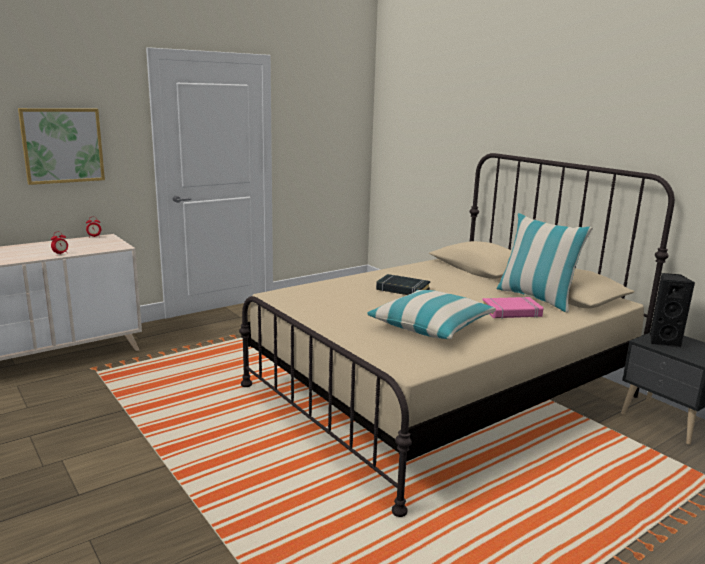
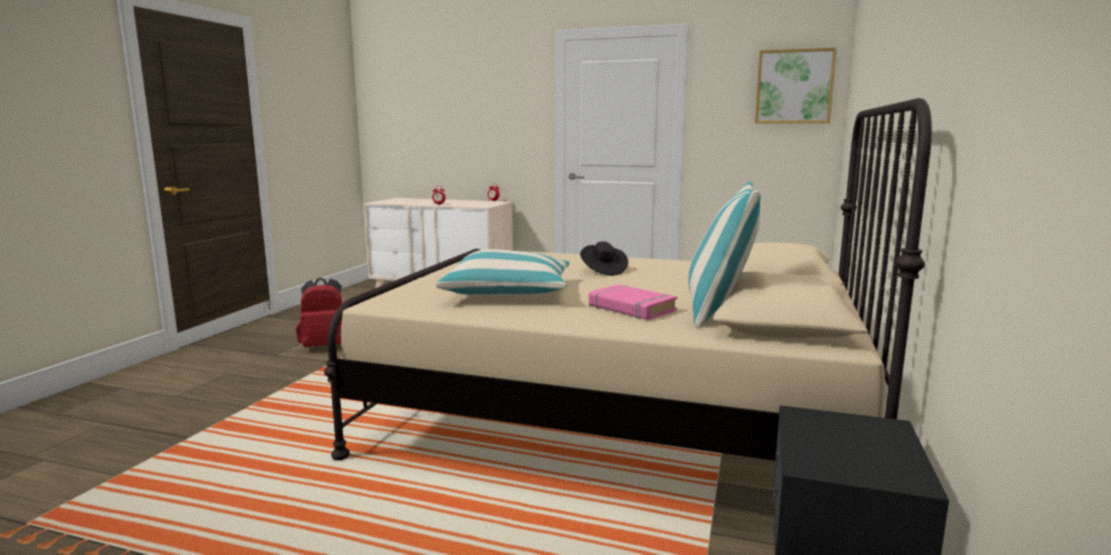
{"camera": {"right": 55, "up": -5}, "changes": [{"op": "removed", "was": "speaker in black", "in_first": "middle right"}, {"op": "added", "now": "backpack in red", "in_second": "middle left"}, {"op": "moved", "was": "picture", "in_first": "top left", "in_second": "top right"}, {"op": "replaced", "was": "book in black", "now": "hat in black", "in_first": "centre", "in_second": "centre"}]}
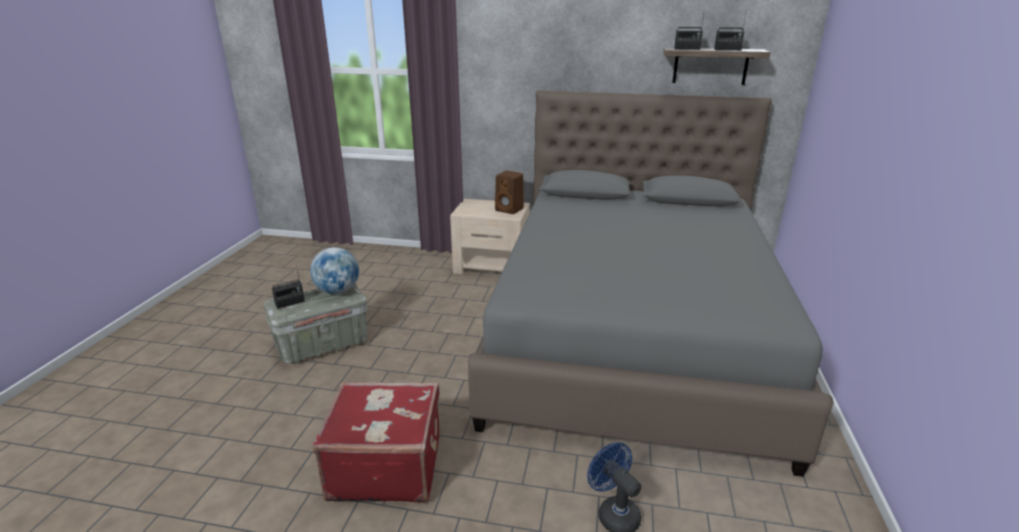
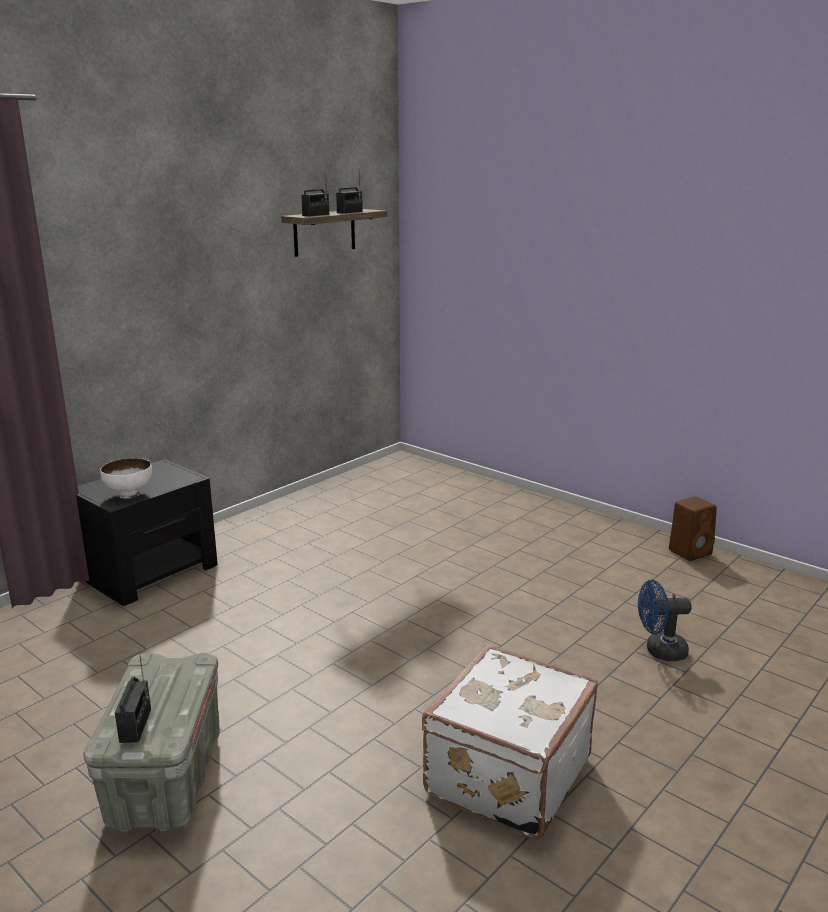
{"camera": {"right": -60, "up": -5}, "changes": [{"op": "removed", "was": "globe", "in_first": "middle left"}, {"op": "removed", "was": "bed in grey", "in_first": "centre"}, {"op": "added", "now": "bowl in white", "in_second": "middle left"}, {"op": "moved", "was": "speaker in brown", "in_first": "centre", "in_second": "middle right"}, {"op": "recoloured", "was": "suitcase in red", "now": "suitcase in white", "in_first": "bottom centre", "in_second": "bottom centre"}, {"op": "recoloured", "was": "nightstand in beige", "now": "nightstand in black", "in_first": "centre", "in_second": "middle left"}]}
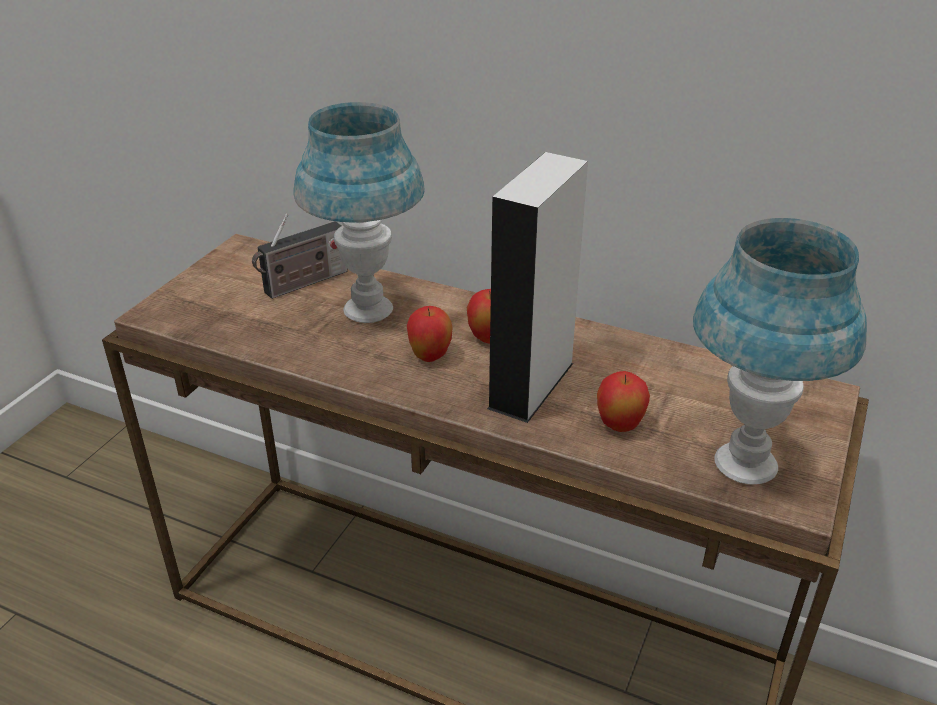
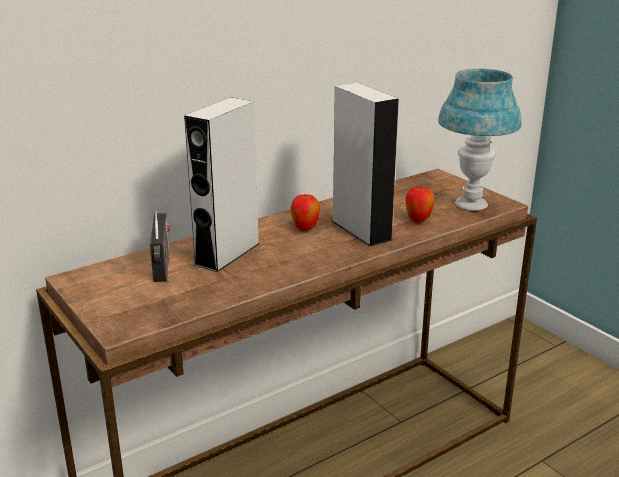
{"camera": {"right": -60, "up": -10}, "changes": [{"op": "removed", "was": "apple (1st from left)", "in_first": "centre"}, {"op": "replaced", "was": "table lamp in blue (1st from left)", "now": "speaker in grey (1st from left)", "in_first": "top centre", "in_second": "centre"}]}
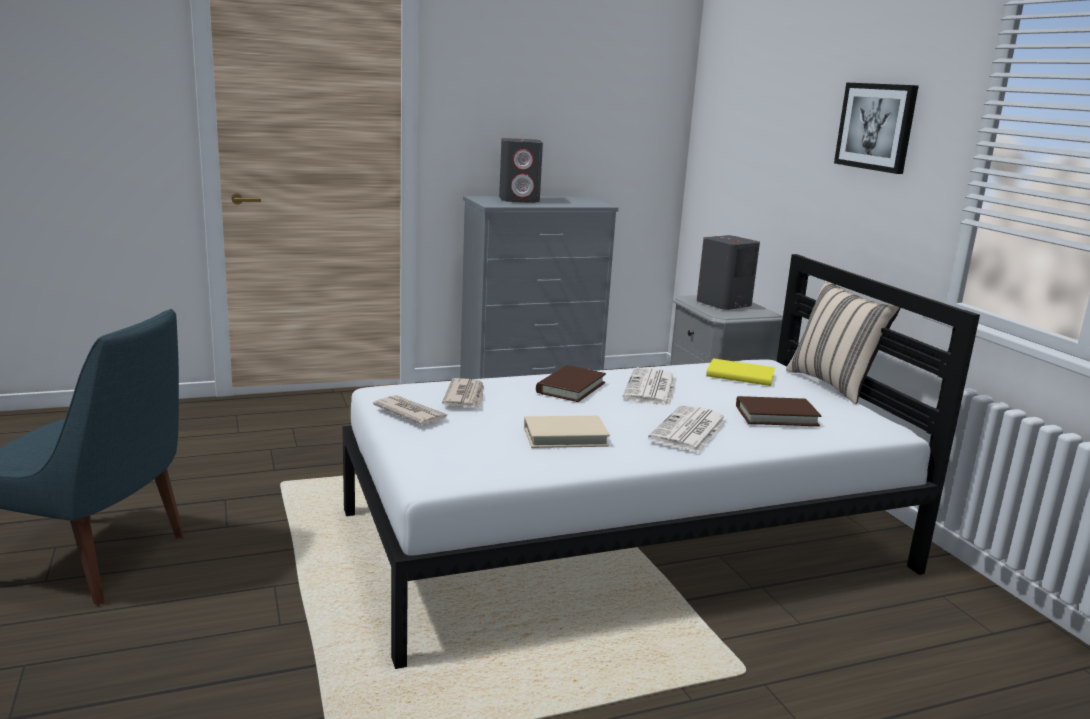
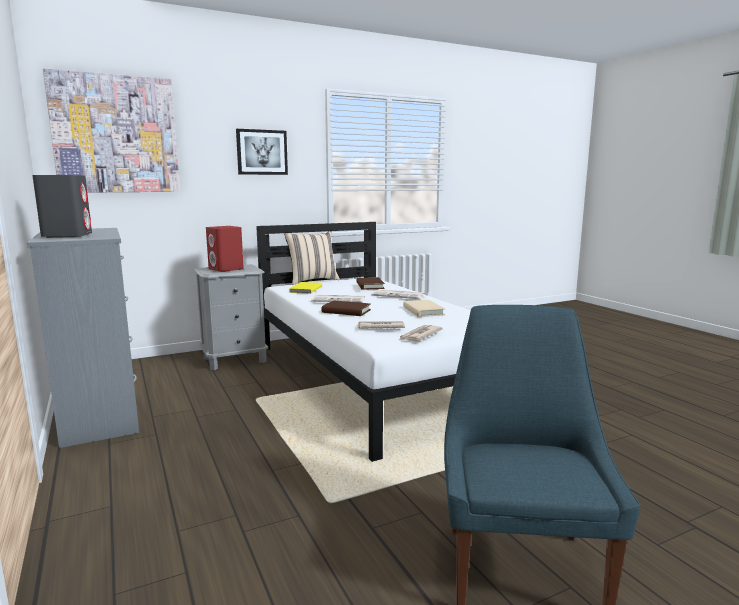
{"camera": {"right": -95, "up": -5}, "changes": [{"op": "added", "now": "picture (1st from left)", "in_second": "top left"}, {"op": "recoloured", "was": "speaker in grey (2nd from left)", "now": "speaker in red", "in_first": "middle right", "in_second": "middle left"}]}
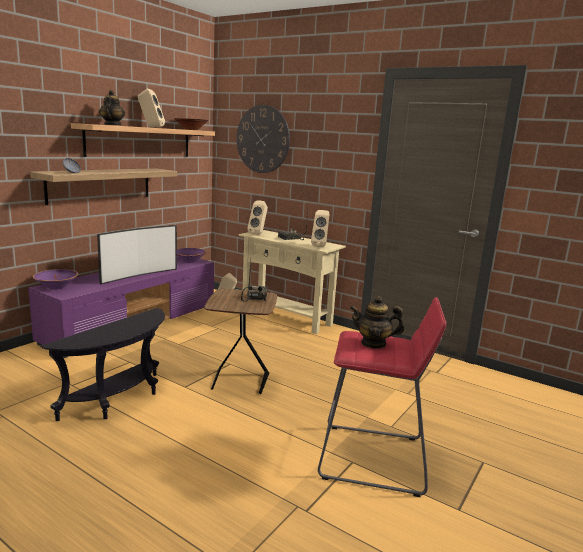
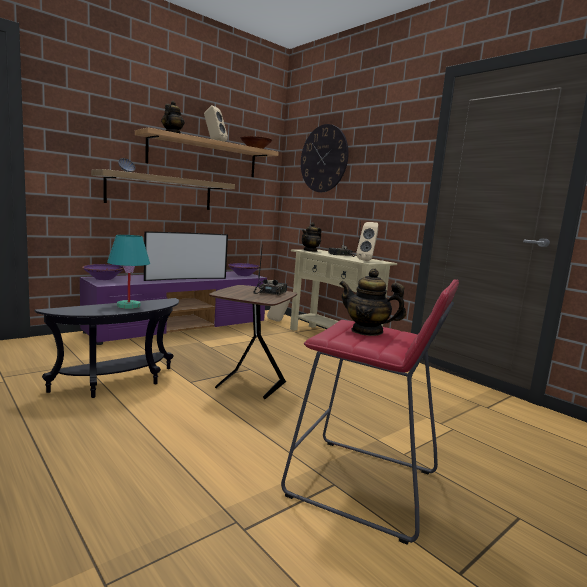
{"camera": {"right": 15, "up": -5}, "changes": [{"op": "added", "now": "table lamp in turquoise", "in_second": "middle left"}, {"op": "replaced", "was": "speaker in beige (3rd from left)", "now": "teapot (2nd from left)", "in_first": "centre", "in_second": "centre"}]}
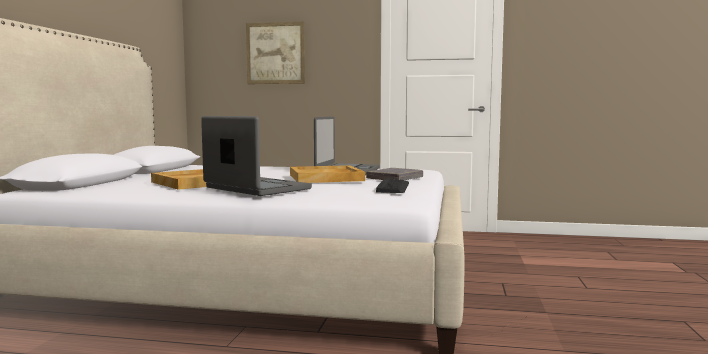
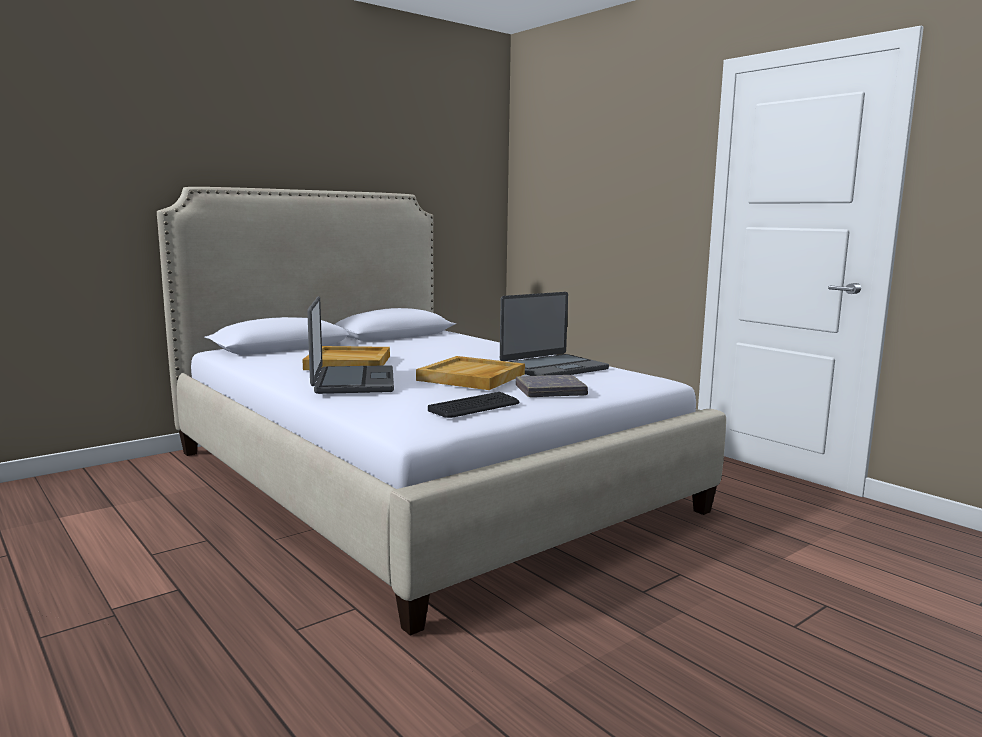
{"camera": {"right": 40, "up": 5}, "changes": [{"op": "removed", "was": "picture", "in_first": "top centre"}]}
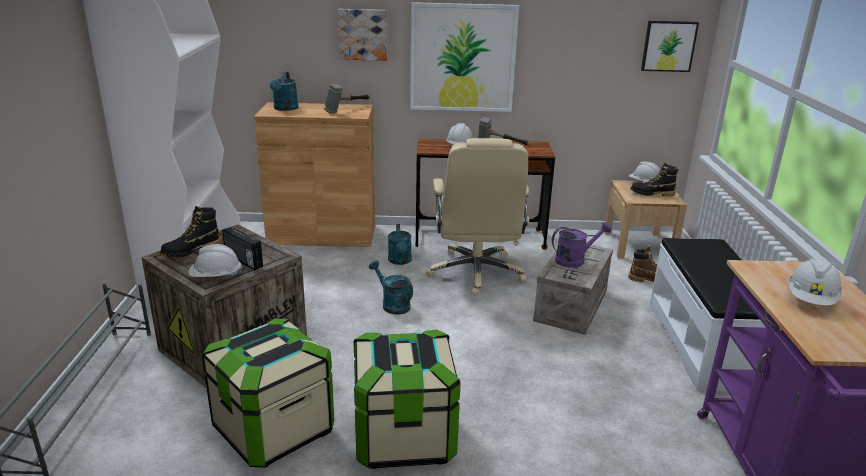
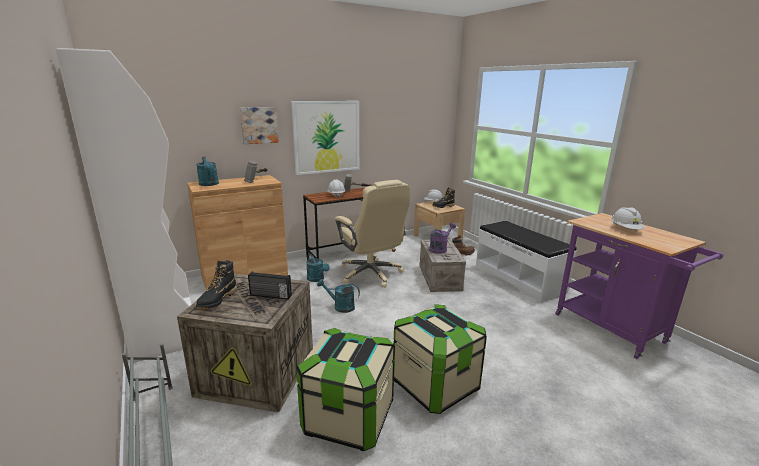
{"camera": {"right": -30, "up": -5}, "changes": [{"op": "removed", "was": "hard hat in white (1st from left)", "in_first": "middle left"}, {"op": "removed", "was": "picture (3rd from left)", "in_first": "top right"}]}
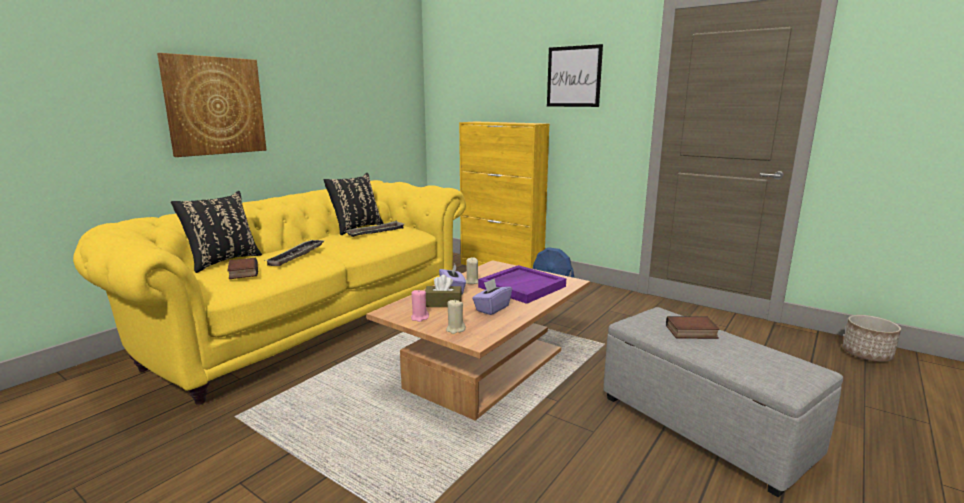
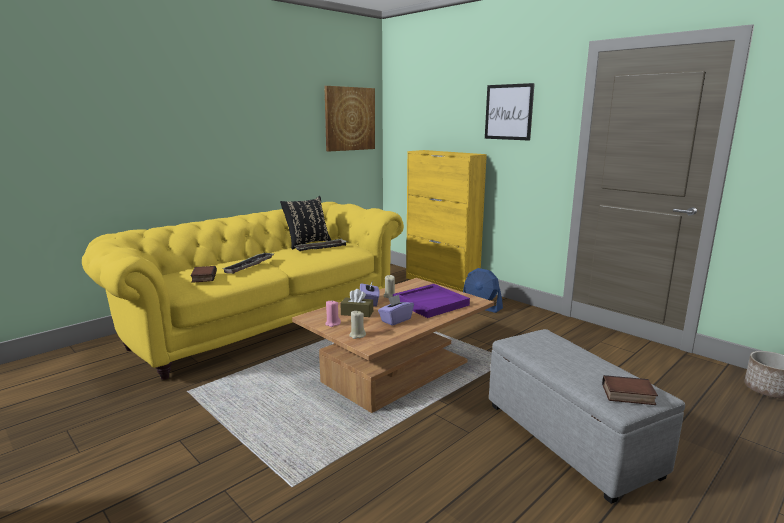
{"camera": {"right": 10, "up": 0}, "changes": [{"op": "removed", "was": "pillow in black (1st from left)", "in_first": "middle left"}, {"op": "moved", "was": "picture (1st from left)", "in_first": "top left", "in_second": "top centre"}, {"op": "moved", "was": "book (2nd from left)", "in_first": "middle right", "in_second": "bottom right"}]}
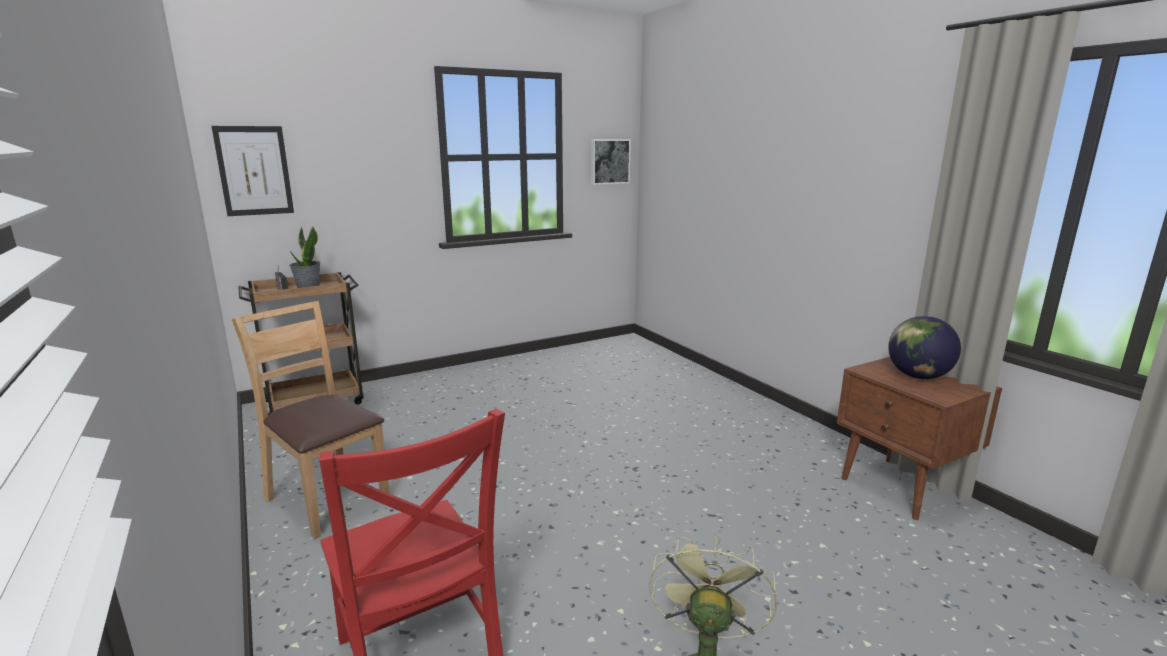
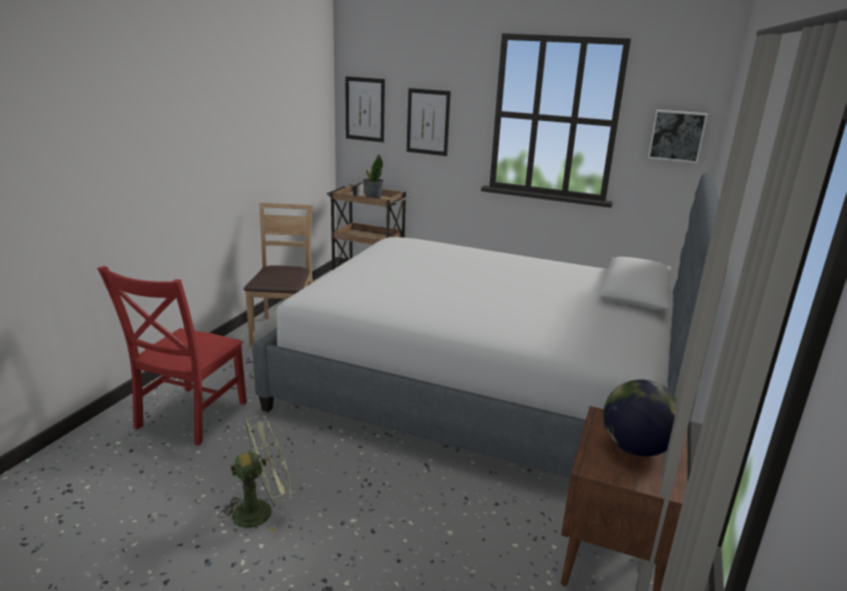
{"camera": {"right": 50, "up": 5}, "changes": [{"op": "added", "now": "bed", "in_second": "centre"}, {"op": "added", "now": "picture (2nd from left)", "in_second": "top centre"}]}
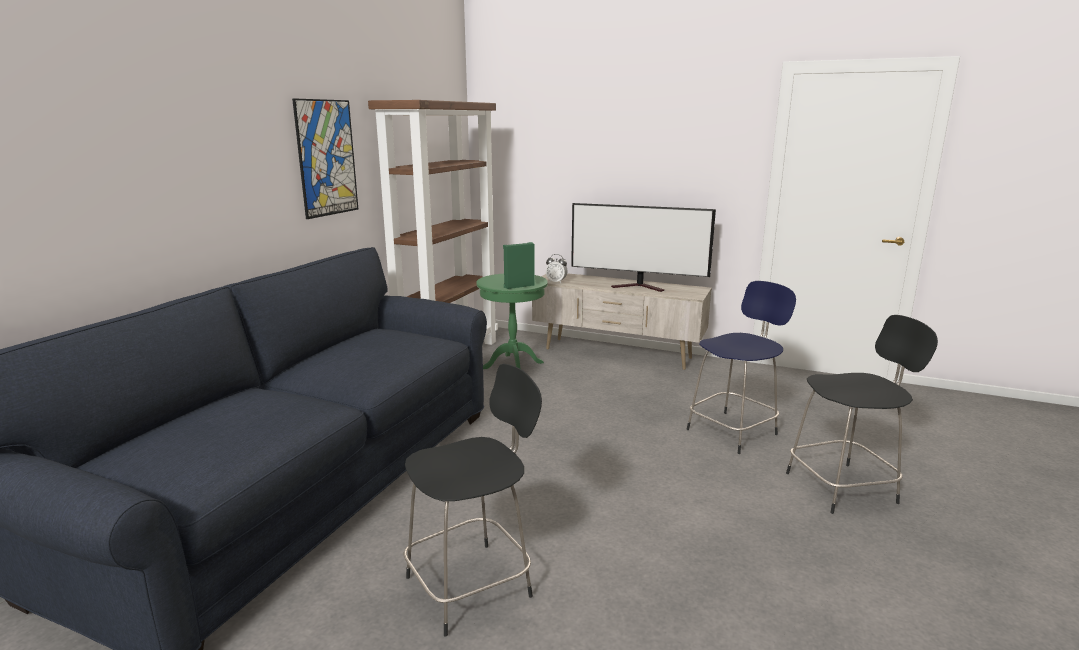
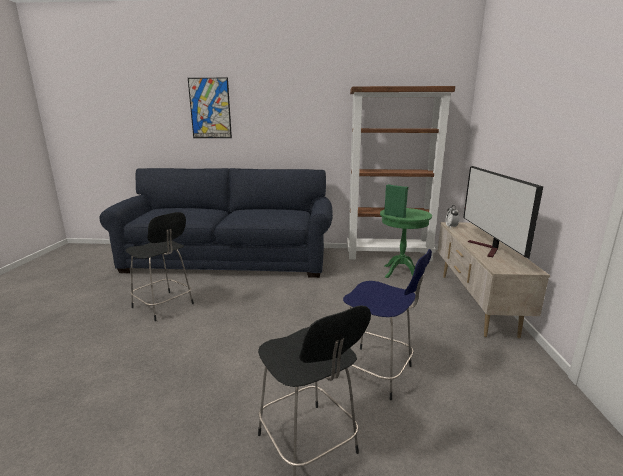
{"camera": {"right": 70, "up": 0}, "changes": [{"op": "moved", "was": "picture", "in_first": "top left", "in_second": "top centre"}]}
